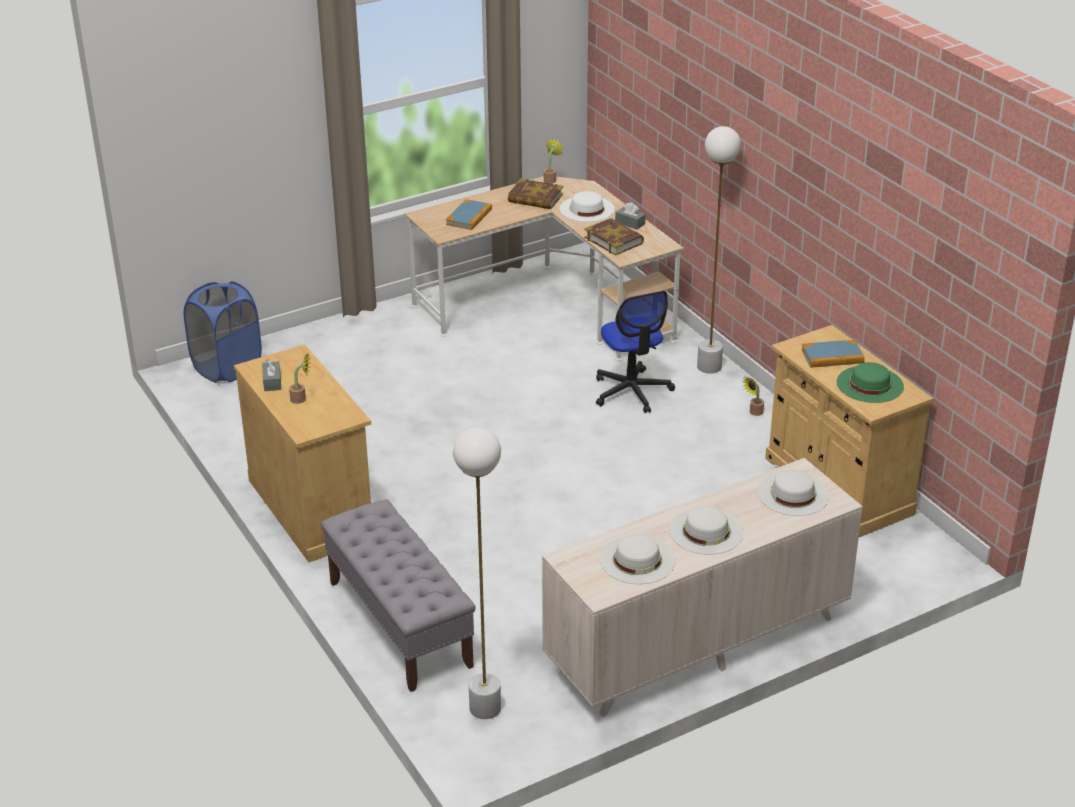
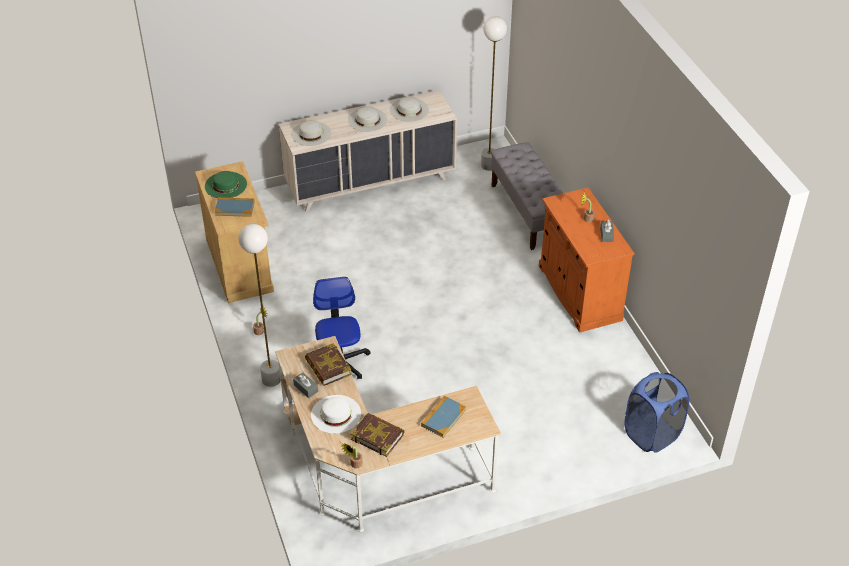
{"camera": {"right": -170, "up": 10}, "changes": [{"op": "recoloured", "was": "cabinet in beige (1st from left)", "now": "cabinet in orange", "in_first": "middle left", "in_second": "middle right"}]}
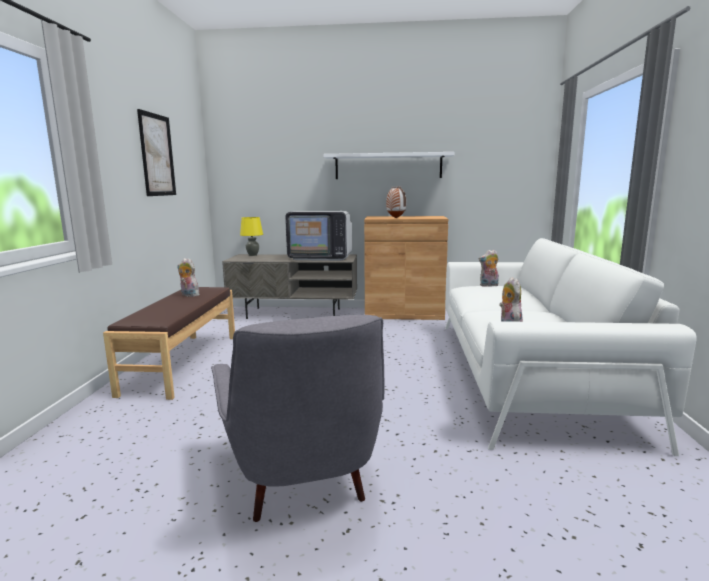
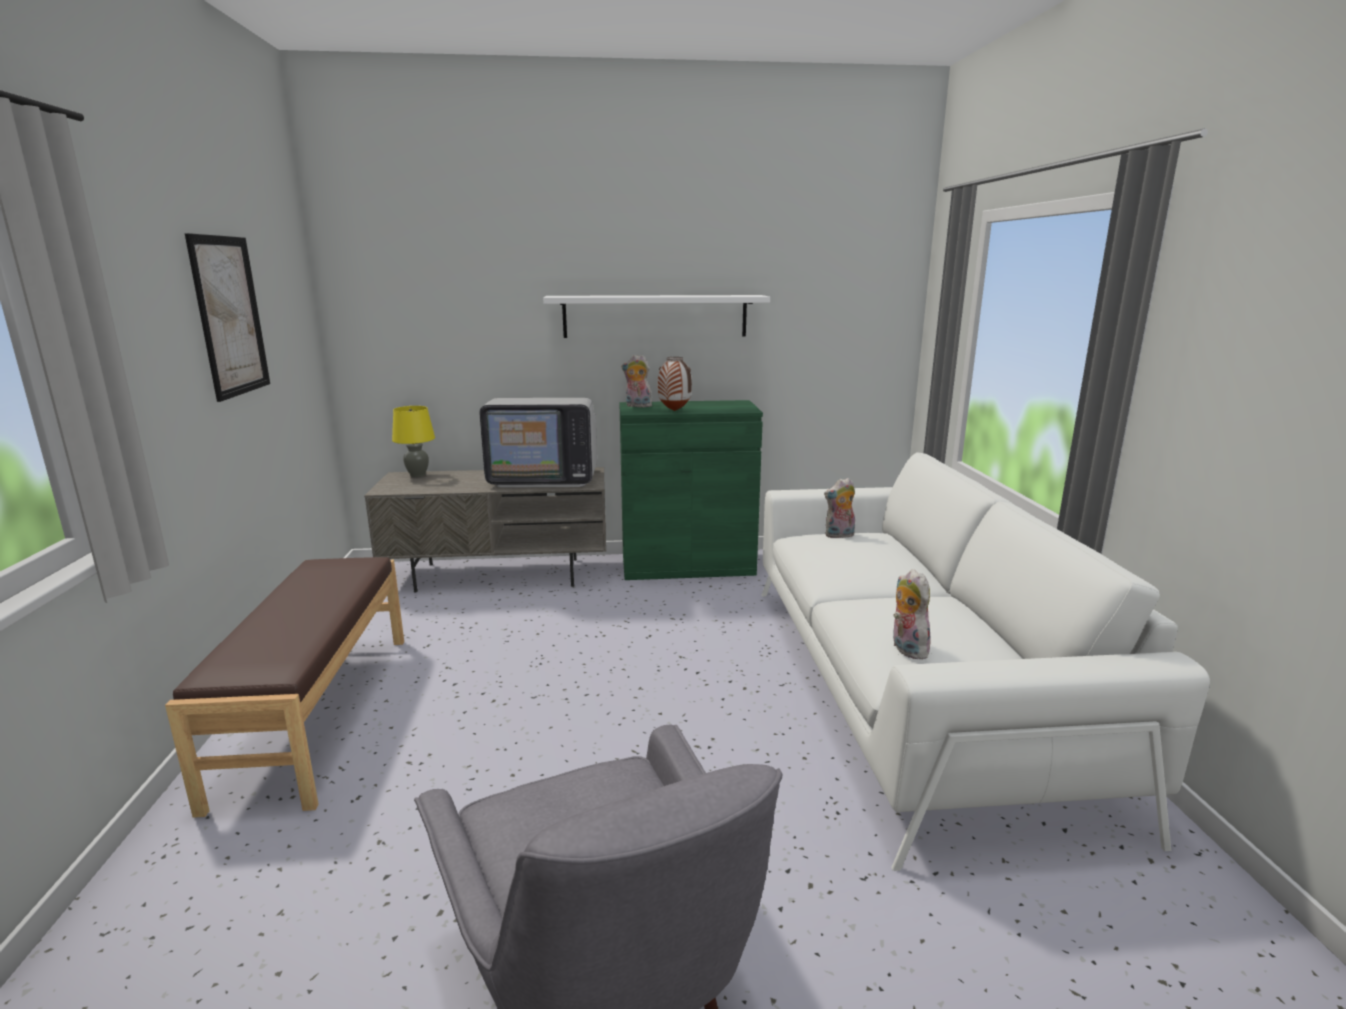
{"camera": {"right": -10, "up": 5}, "changes": [{"op": "moved", "was": "plush toy (1st from left)", "in_first": "middle left", "in_second": "centre"}, {"op": "recoloured", "was": "cabinet in brown", "now": "cabinet in green", "in_first": "centre", "in_second": "centre"}]}
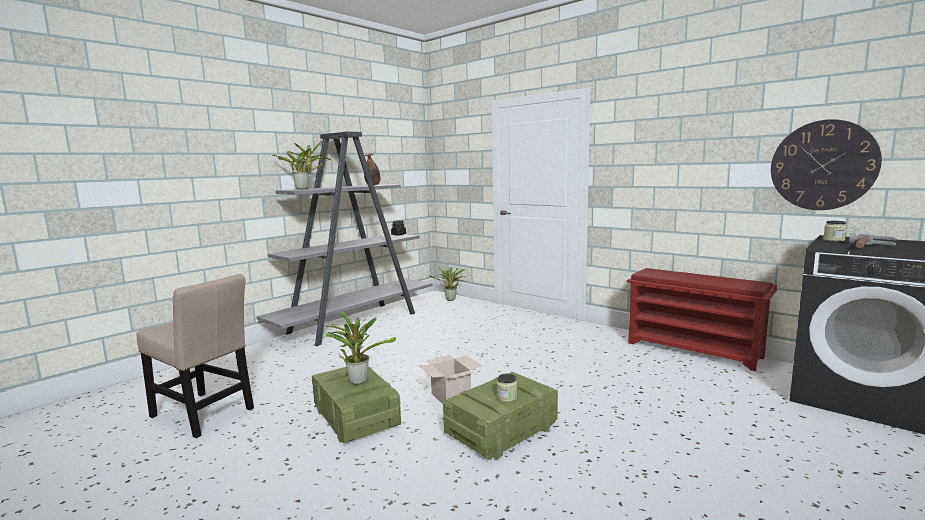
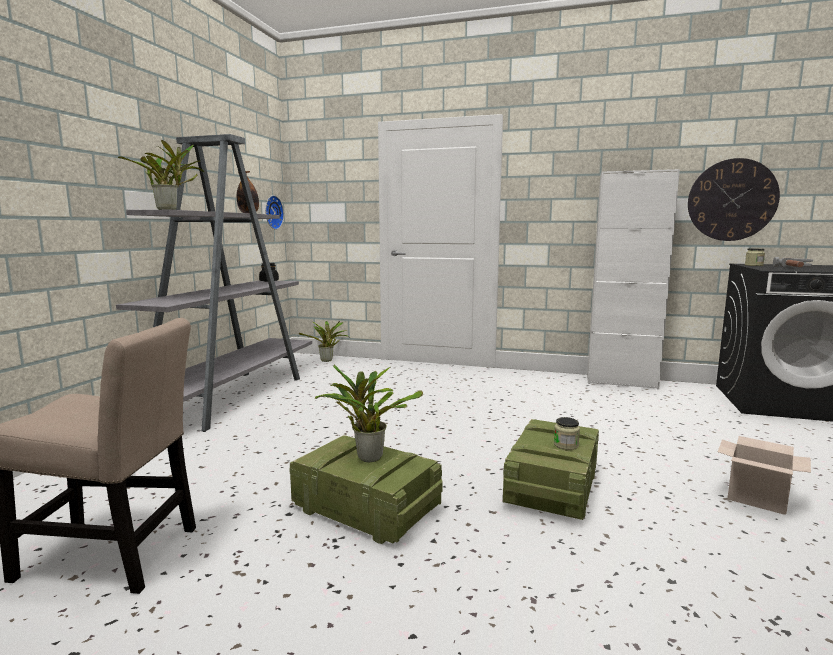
{"camera": {"right": -25, "up": 0}, "changes": [{"op": "added", "now": "wall clock (1st from left)", "in_second": "top left"}, {"op": "moved", "was": "cardboard box", "in_first": "bottom centre", "in_second": "bottom right"}, {"op": "replaced", "was": "shoe rack in red", "now": "cabinet in white", "in_first": "middle right", "in_second": "middle right"}]}
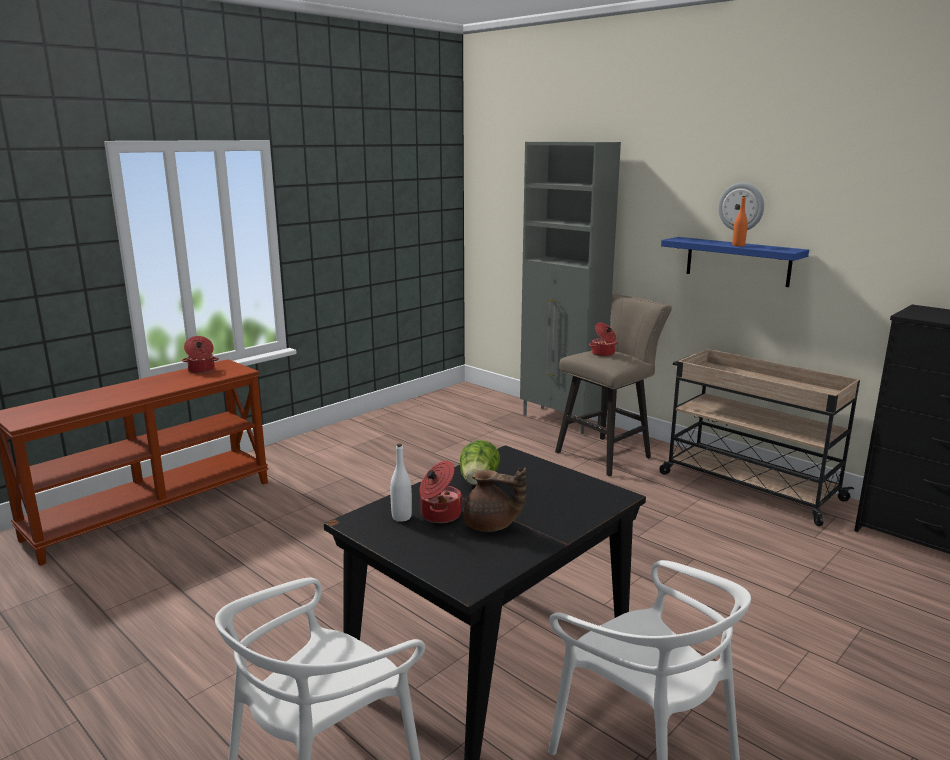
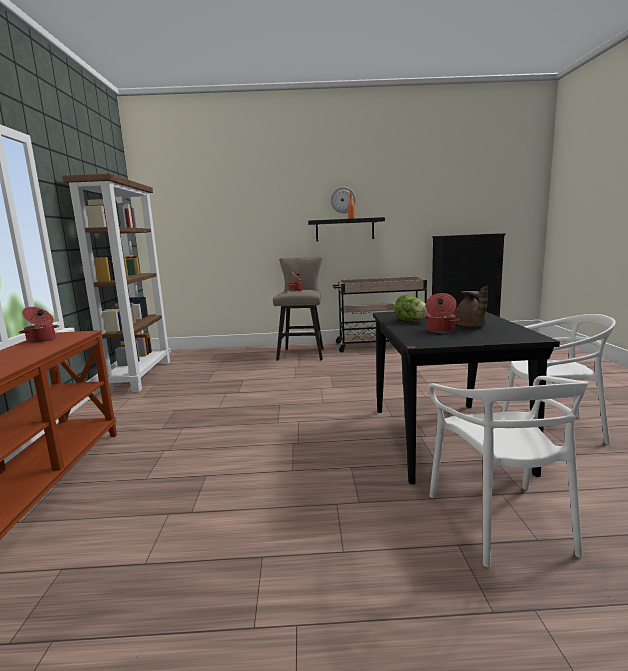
{"camera": {"right": -45, "up": -5}, "changes": [{"op": "removed", "was": "bottle in white", "in_first": "centre"}, {"op": "removed", "was": "cabinet in grey", "in_first": "centre"}, {"op": "added", "now": "bookcase in brown", "in_second": "middle left"}, {"op": "recoloured", "was": "shelf in blue", "now": "shelf in black", "in_first": "middle right", "in_second": "centre"}, {"op": "turned", "was": "teapot in brown", "in_first": "centre", "in_second": "middle right", "clockwise": 105}]}
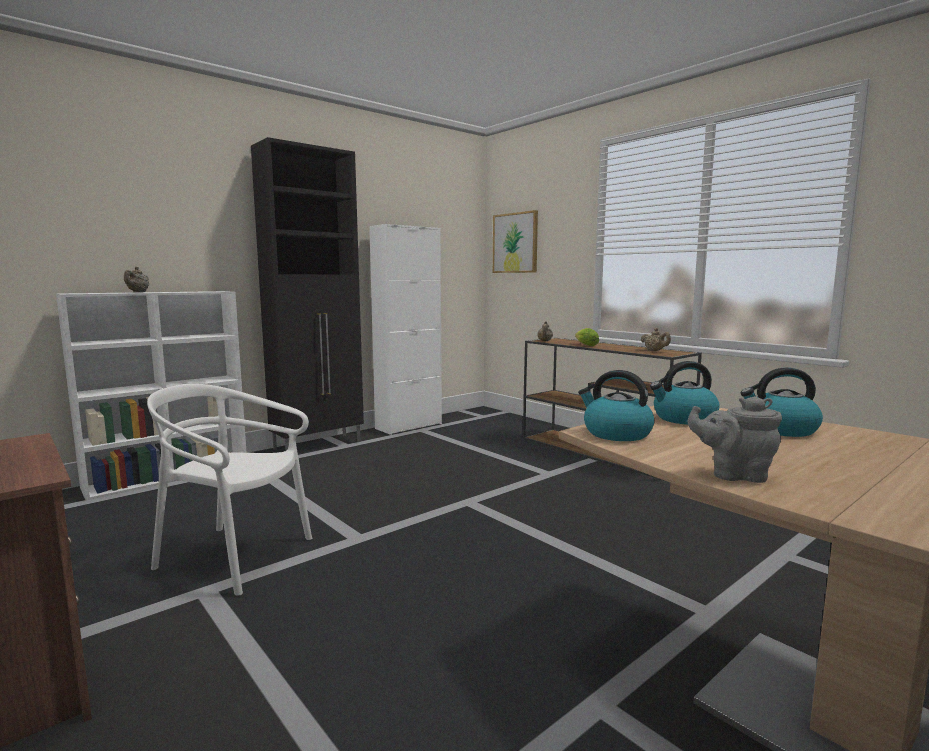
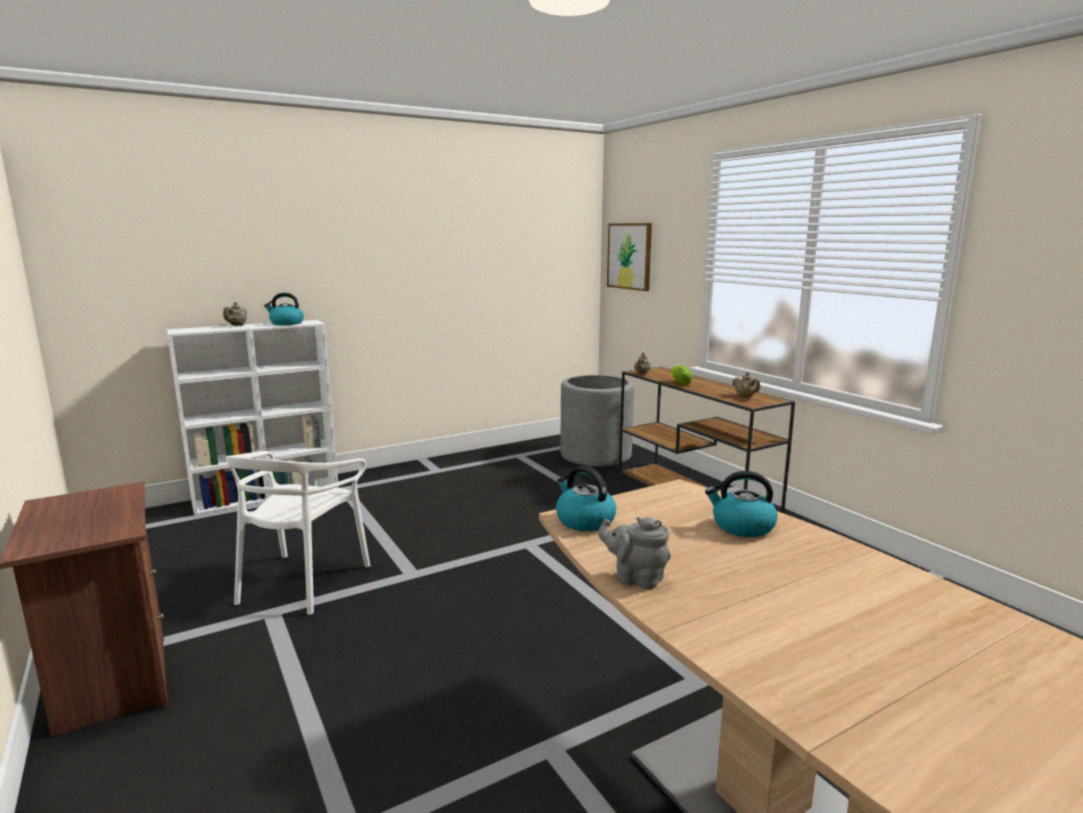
{"camera": {"right": 10, "up": 5}, "changes": [{"op": "removed", "was": "cabinet in black", "in_first": "middle left"}, {"op": "removed", "was": "cabinet in white", "in_first": "centre"}, {"op": "added", "now": "planter in grey", "in_second": "centre"}, {"op": "moved", "was": "kettle (2nd from left in the first image)", "now": "kettle (1st from left)", "in_first": "middle right", "in_second": "middle left"}, {"op": "turned", "was": "chair in white", "in_first": "middle left", "in_second": "middle left", "clockwise": -105}]}
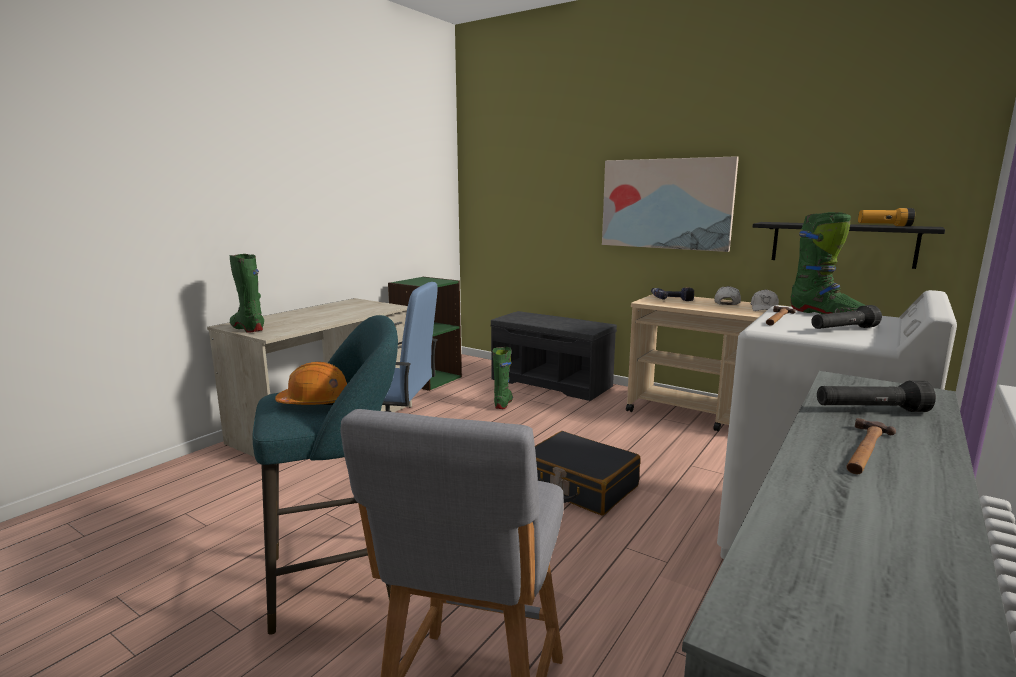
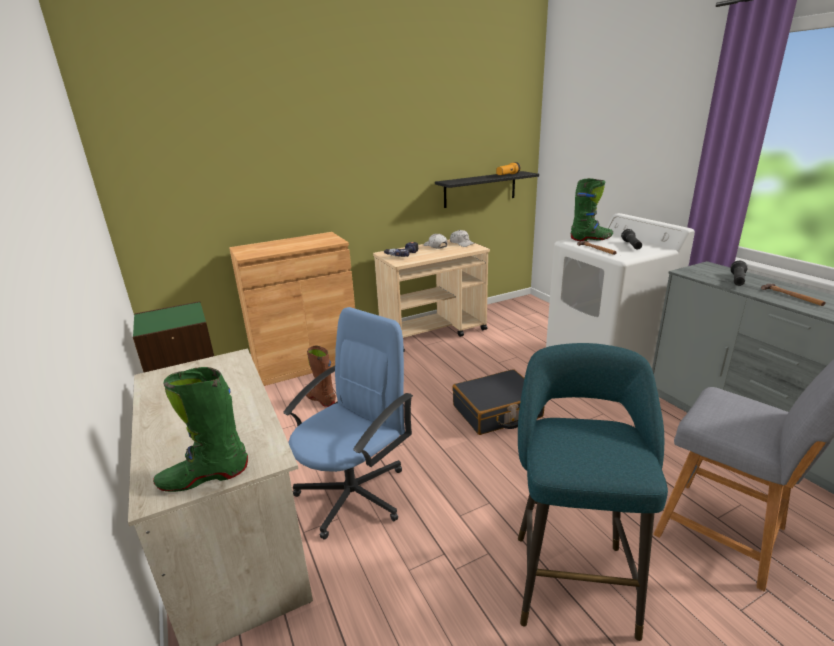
{"camera": {"right": -60, "up": 10}, "changes": [{"op": "removed", "was": "hard hat in orange", "in_first": "middle left"}, {"op": "removed", "was": "picture", "in_first": "top centre"}, {"op": "replaced", "was": "bench in grey", "now": "cabinet in brown", "in_first": "centre", "in_second": "centre"}, {"op": "recoloured", "was": "boot in green (2nd from left)", "now": "boot in brown", "in_first": "centre", "in_second": "centre"}]}
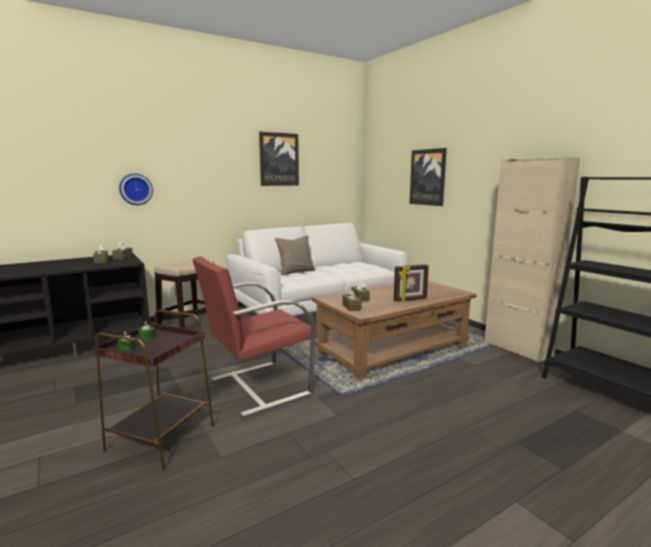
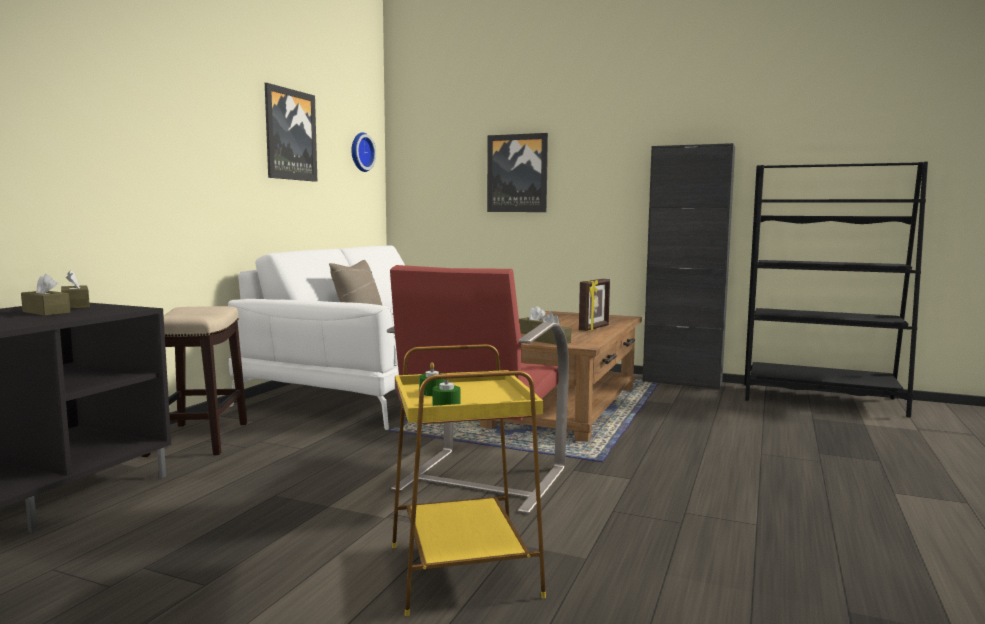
{"camera": {"right": -35, "up": -5}, "changes": [{"op": "moved", "was": "wall clock", "in_first": "middle left", "in_second": "top centre"}, {"op": "recoloured", "was": "side table in brown", "now": "side table in yellow", "in_first": "bottom left", "in_second": "bottom centre"}, {"op": "recoloured", "was": "cabinet in beige", "now": "cabinet in black", "in_first": "middle right", "in_second": "middle right"}]}
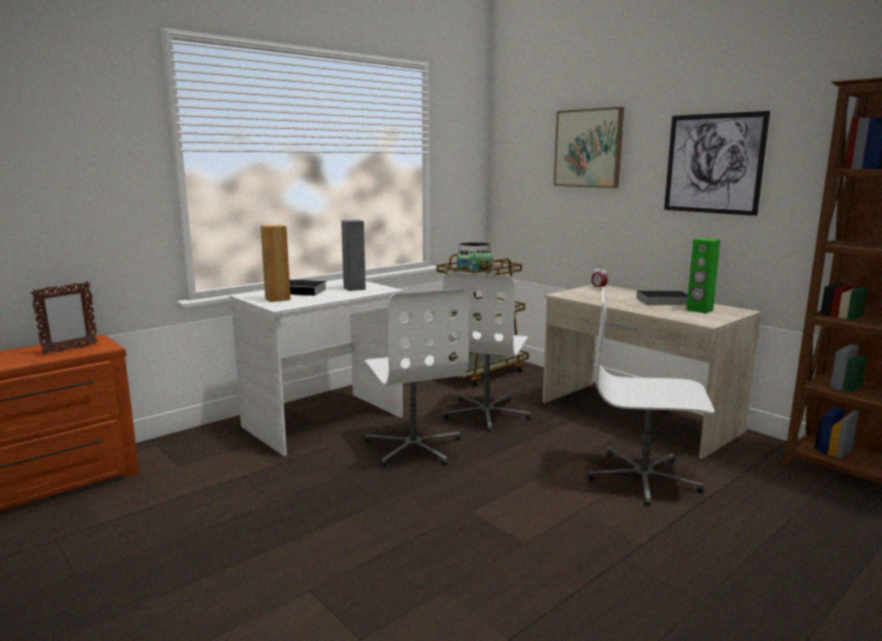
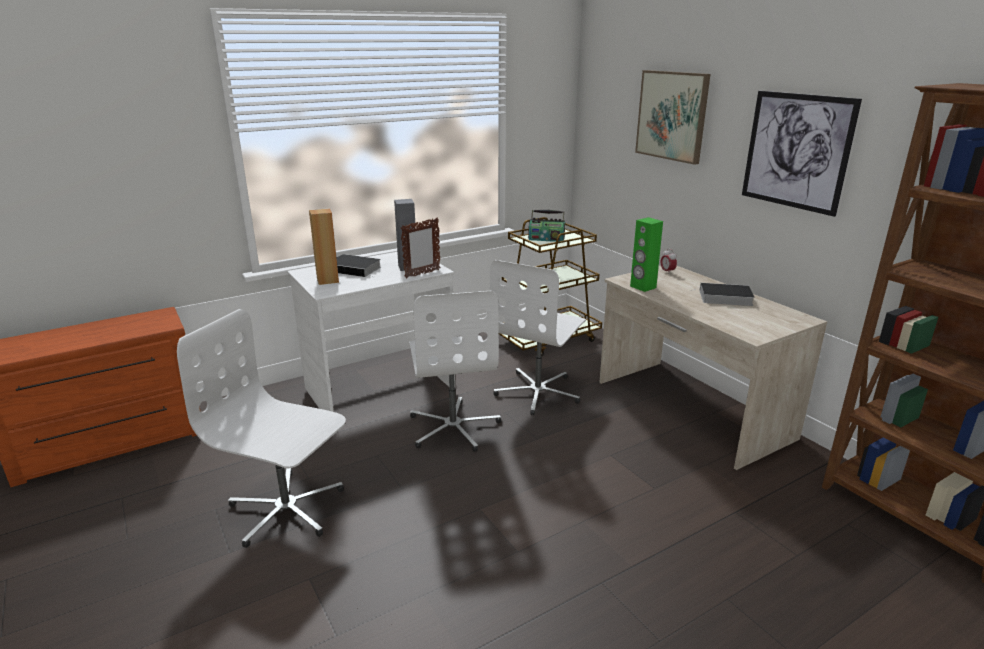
{"camera": {"right": 10, "up": 10}, "changes": [{"op": "moved", "was": "picture frame", "in_first": "middle left", "in_second": "centre"}, {"op": "moved", "was": "office chair in white (3rd from left in the first image)", "now": "office chair in white (1st from left)", "in_first": "middle right", "in_second": "middle left"}, {"op": "moved", "was": "speaker in green", "in_first": "middle right", "in_second": "centre"}]}
